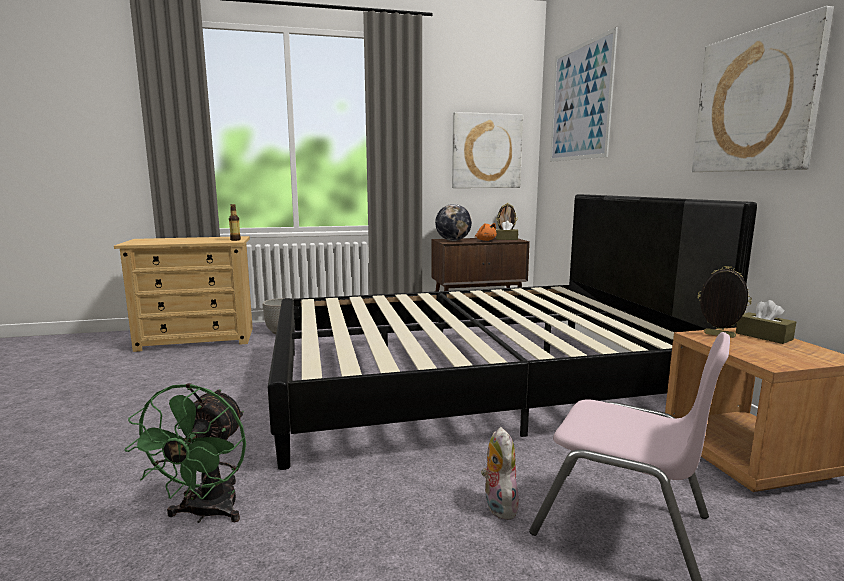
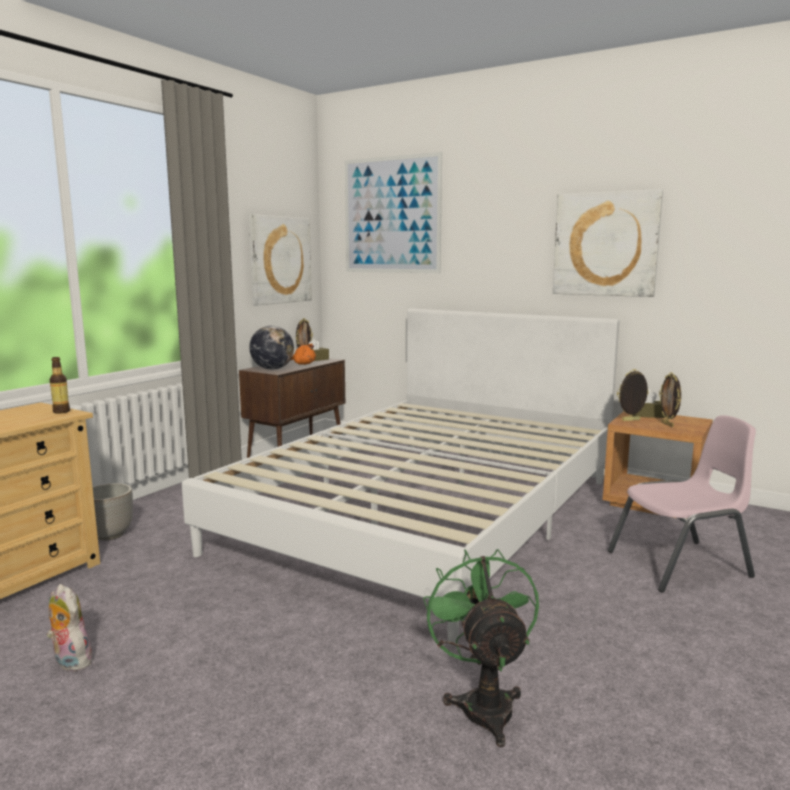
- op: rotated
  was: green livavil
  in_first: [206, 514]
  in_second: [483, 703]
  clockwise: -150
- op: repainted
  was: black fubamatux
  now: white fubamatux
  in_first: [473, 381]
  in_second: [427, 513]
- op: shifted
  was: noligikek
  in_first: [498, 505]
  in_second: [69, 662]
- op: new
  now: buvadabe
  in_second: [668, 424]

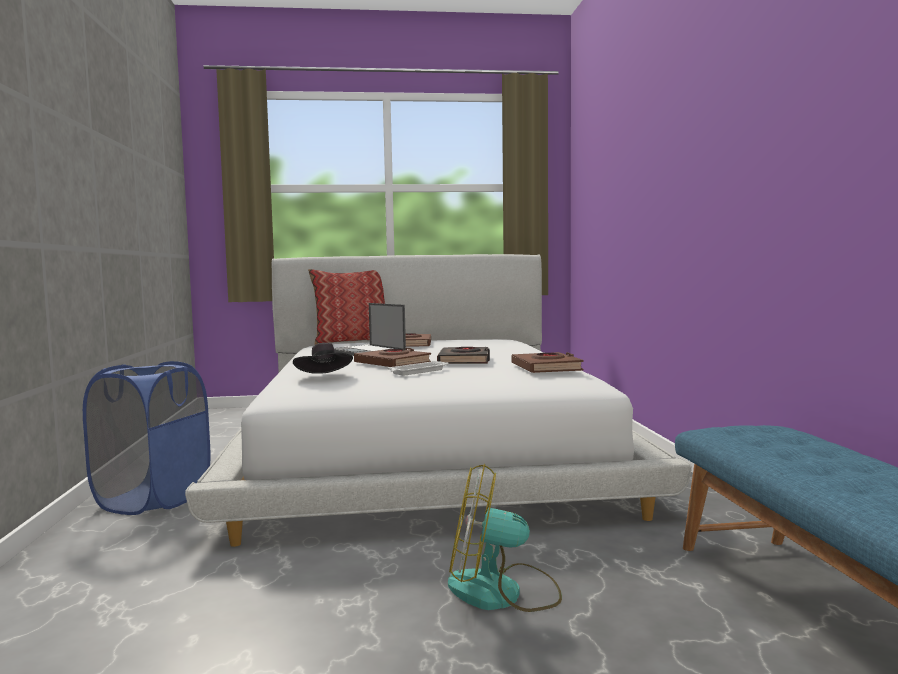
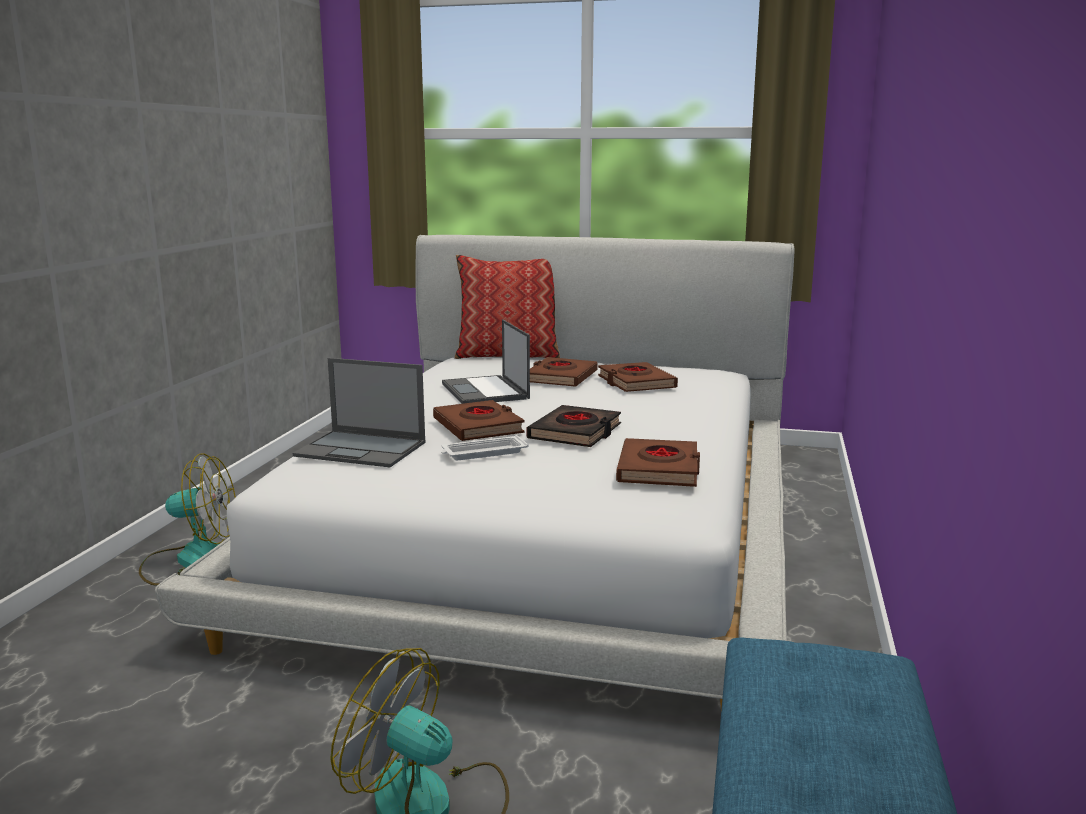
- op: swapped
  was: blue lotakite
  now: livavil
  in_first: [153, 499]
  in_second: [191, 561]
- op: swapped
  was: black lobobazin
  now: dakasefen
  in_first: [324, 377]
  in_second: [362, 449]
- op: new
  now: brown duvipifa
  in_second: [636, 383]

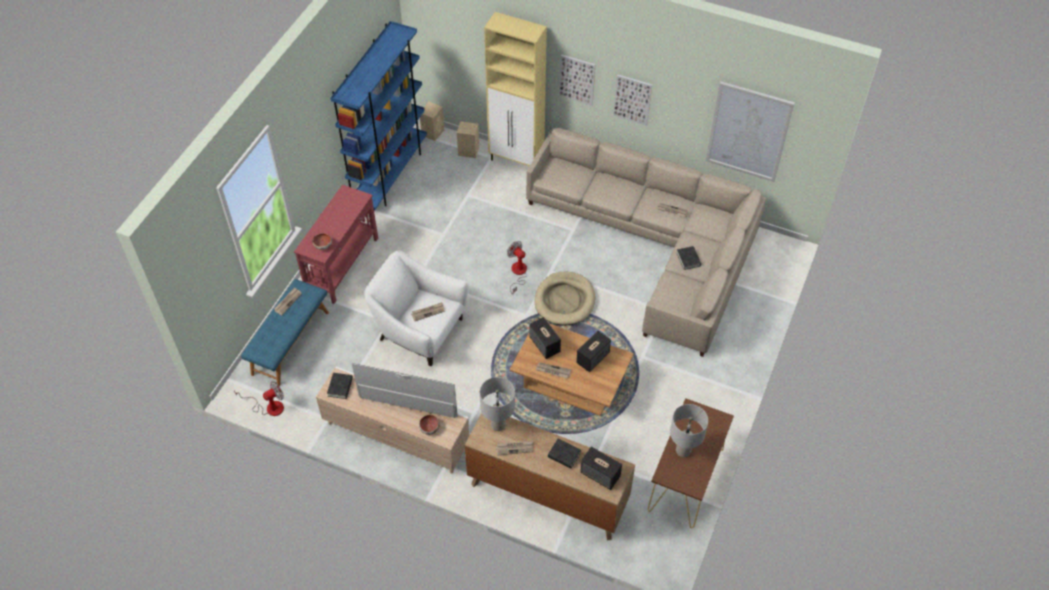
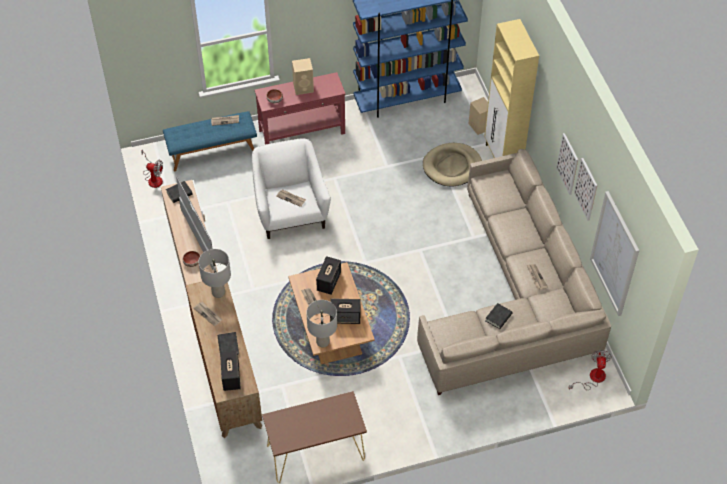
- op: shifted
  was: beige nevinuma
  in_first: [433, 132]
  in_second: [304, 87]
- op: shifted
  was: livavil
  in_first: [518, 273]
  in_second: [592, 378]
- op: shifted
  was: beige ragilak
  in_first: [565, 300]
  in_second: [452, 166]
- op: shifted
  was: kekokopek
  in_first: [577, 79]
  in_second: [586, 189]
- op: shifted
  was: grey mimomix
  in_first: [683, 451]
  in_second: [323, 342]

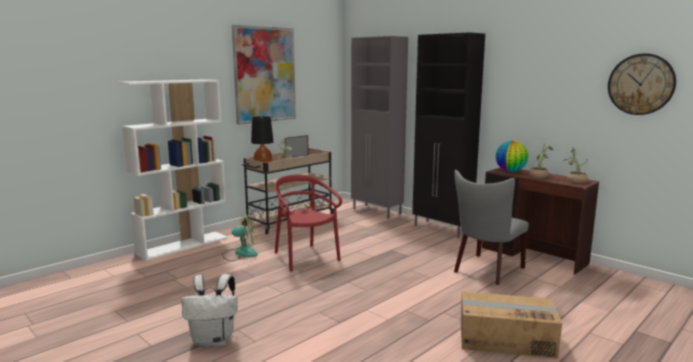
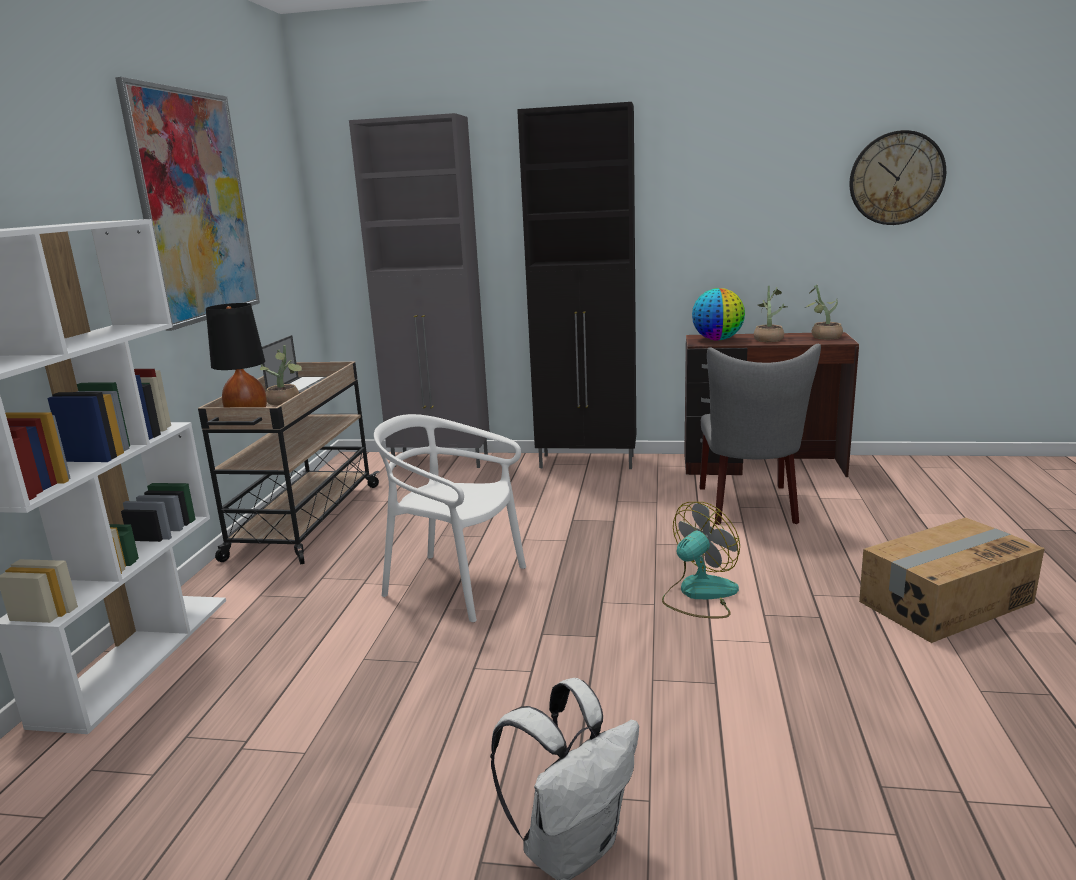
- op: shifted
  was: livavil
  in_first: [240, 253]
  in_second: [699, 594]
- op: repainted
  was: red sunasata
  now: white sunasata
  in_first: [305, 257]
  in_second: [455, 584]

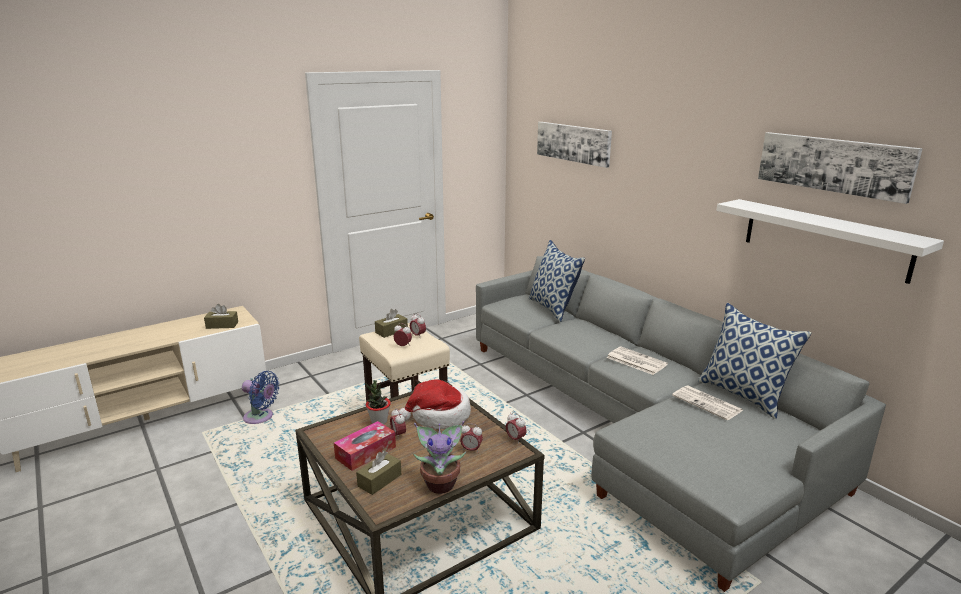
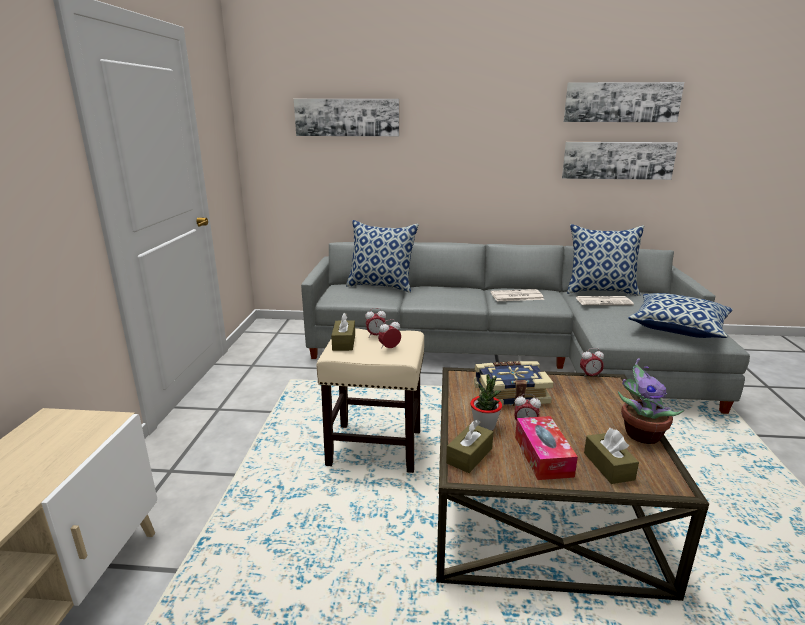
- op: shifted
  was: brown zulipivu
  in_first: [222, 325]
  in_second: [469, 456]
- op: gone
  was: blue livavil
  in_first: [261, 418]
- op: swapped
  was: lobobazin
  now: duvipifa
  in_first: [439, 416]
  in_second: [510, 393]
- op: gone
  was: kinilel
  in_first: [471, 450]
- op: swapped
  was: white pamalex
  now: kekokopek
  in_first: [824, 239]
  in_second: [617, 160]
- op: new
  now: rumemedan
  in_second: [678, 328]

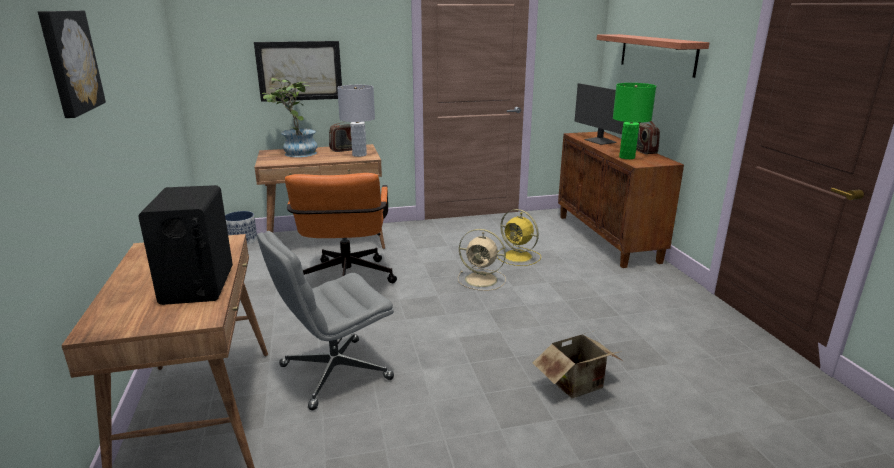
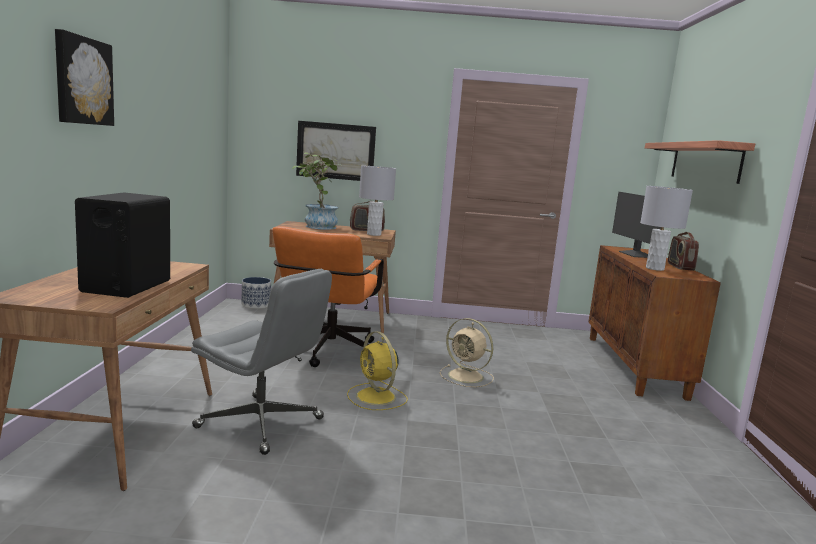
- op: rotated
  was: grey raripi
  in_first: [334, 373]
  in_second: [261, 423]
  clockwise: -135
- op: shifted
  was: yellow livavil
  in_first: [519, 257]
  in_second: [377, 397]
- op: gone
  was: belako
  in_first: [579, 386]
- op: repainted
  was: green mimomix
  now: grey mimomix
  in_first: [626, 157]
  in_second: [654, 268]

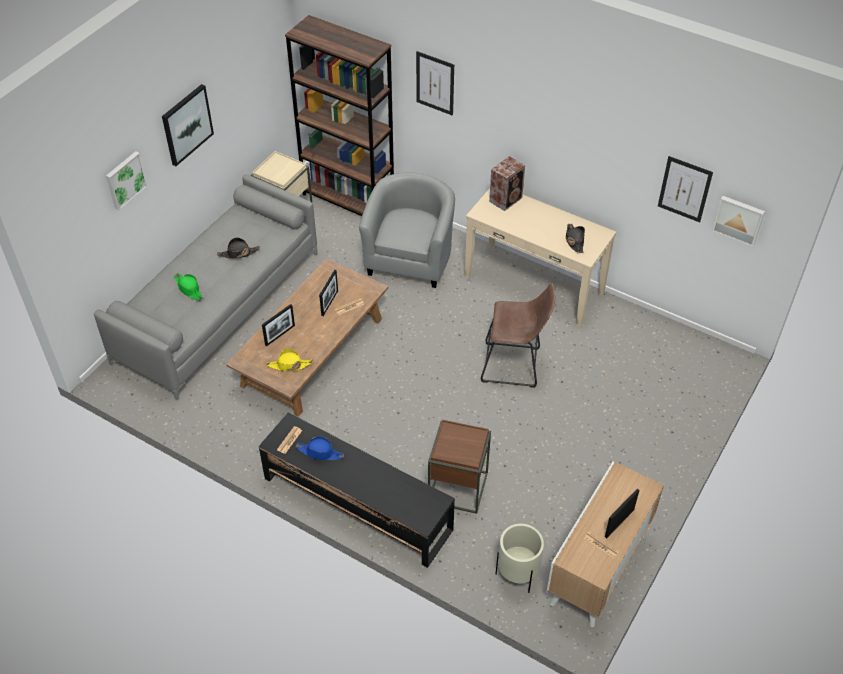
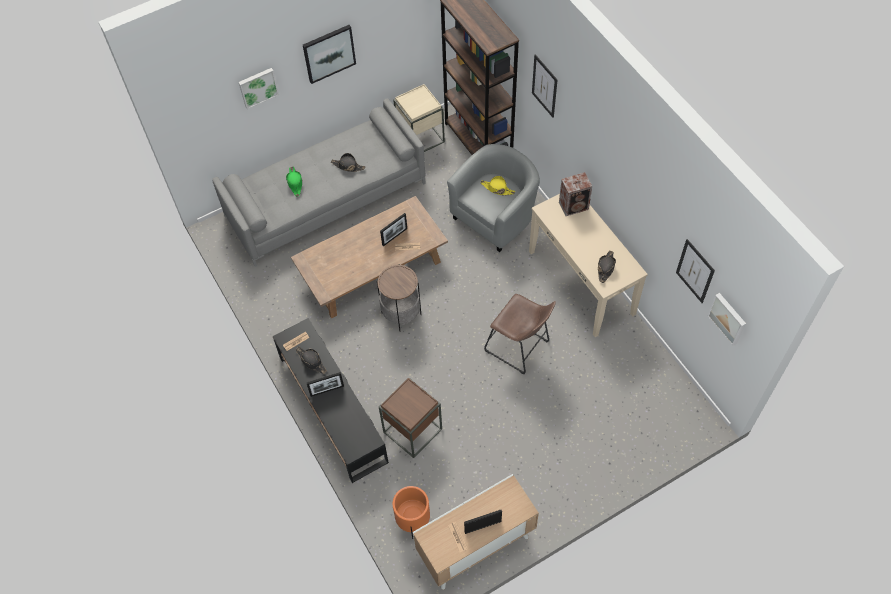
- op: shifted
  was: buvadabe
  in_first: [280, 335]
  in_second: [327, 390]
- op: shifted
  was: yellow lobobazin
  in_first: [289, 365]
  in_second: [497, 189]
- op: repainted
  was: blue lobobazin
  now: black lobobazin
  in_first: [320, 452]
  in_second: [311, 361]
- op: repainted
  was: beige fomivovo
  now: orange fomivovo
  in_first: [517, 575]
  in_second: [413, 521]
- op: new
  now: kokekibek
  in_second: [401, 314]

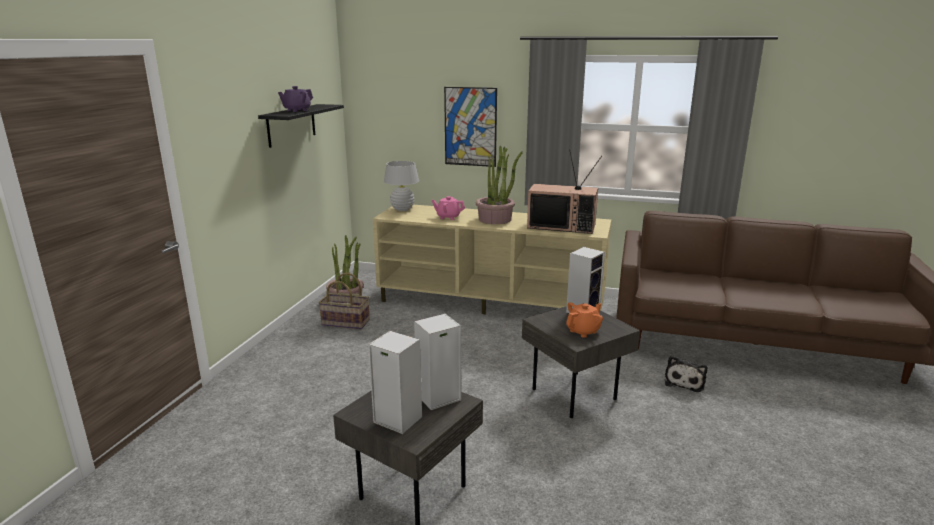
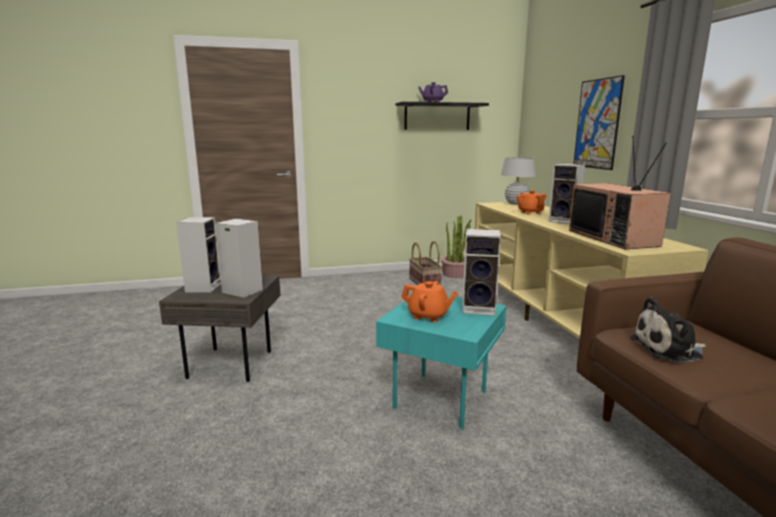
- op: repainted
  was: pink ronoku
  now: orange ronoku
  in_first: [448, 217]
  in_second: [530, 212]
- op: swapped
  was: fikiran
  now: nevinuma
  in_first: [495, 219]
  in_second: [565, 221]
- op: repainted
  was: grey kokekibek
  now: turquoise kokekibek
  in_first: [576, 394]
  in_second: [441, 401]
- op: shifted
  was: noligikek
  in_first: [684, 382]
  in_second: [669, 349]

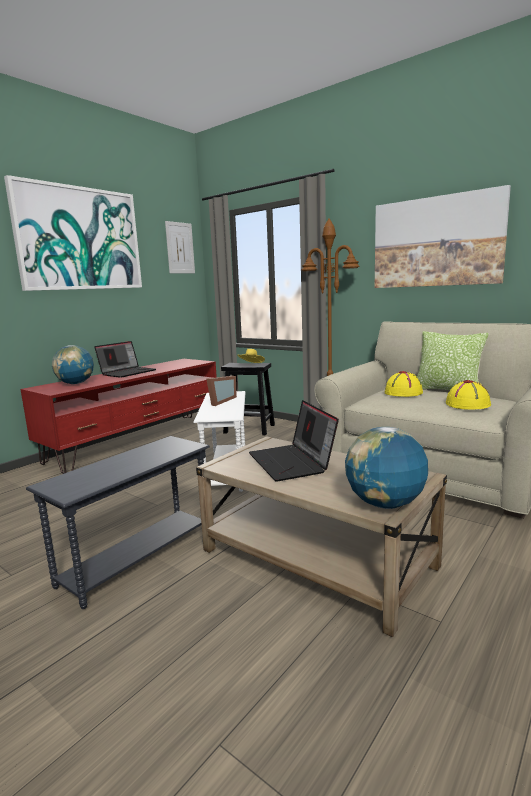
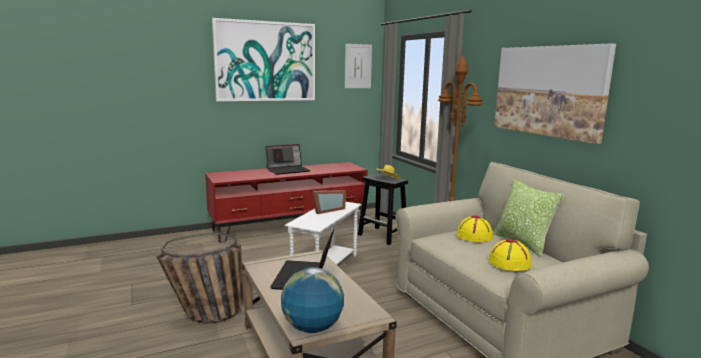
- op: swapped
  was: grey kokekibek
  now: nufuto
  in_first: [137, 557]
  in_second: [204, 316]
- op: gone
  was: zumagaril
  in_first: [75, 383]

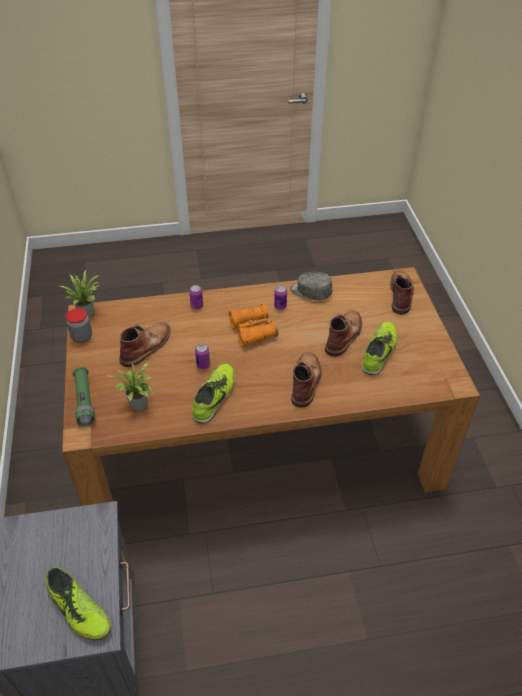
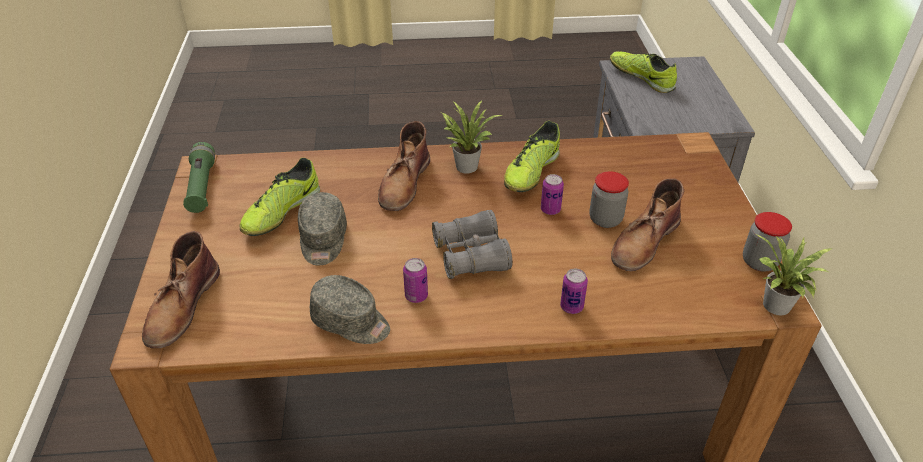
- op: shifted
  was: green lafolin
  in_first: [84, 401]
  in_second: [201, 186]
- op: shifted
  was: fikiran
  in_first: [139, 405]
  in_second: [466, 165]
- op: repainted
  was: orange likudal
  now: grey likudal
  in_first: [253, 330]
  in_second: [471, 255]
- op: swapped
  was: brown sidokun
  now: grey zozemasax
  in_first: [344, 335]
  in_second: [323, 240]
- op: new
  now: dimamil
  in_second: [605, 219]

